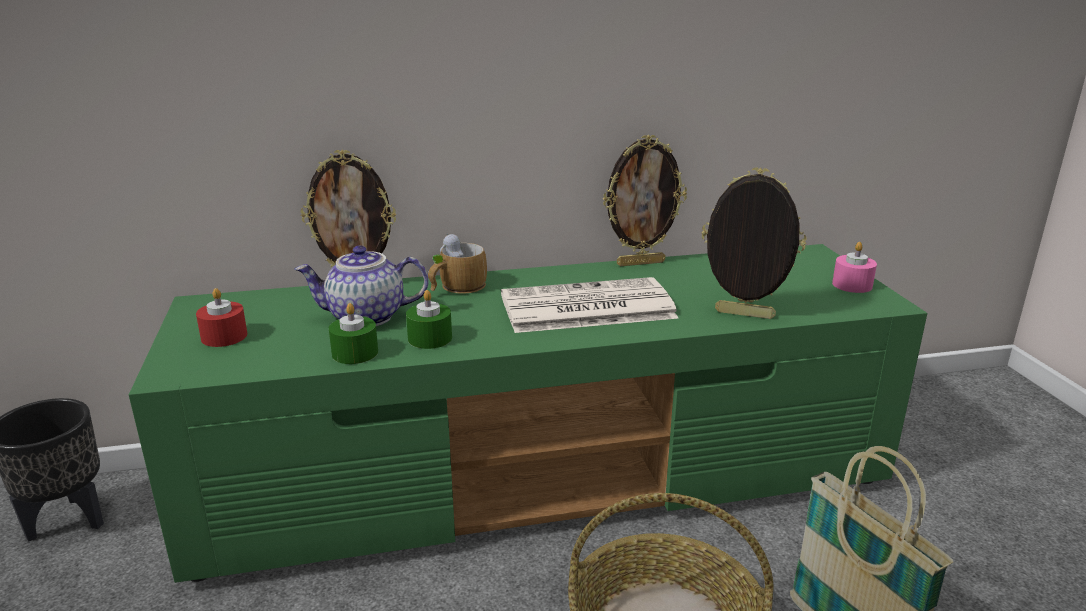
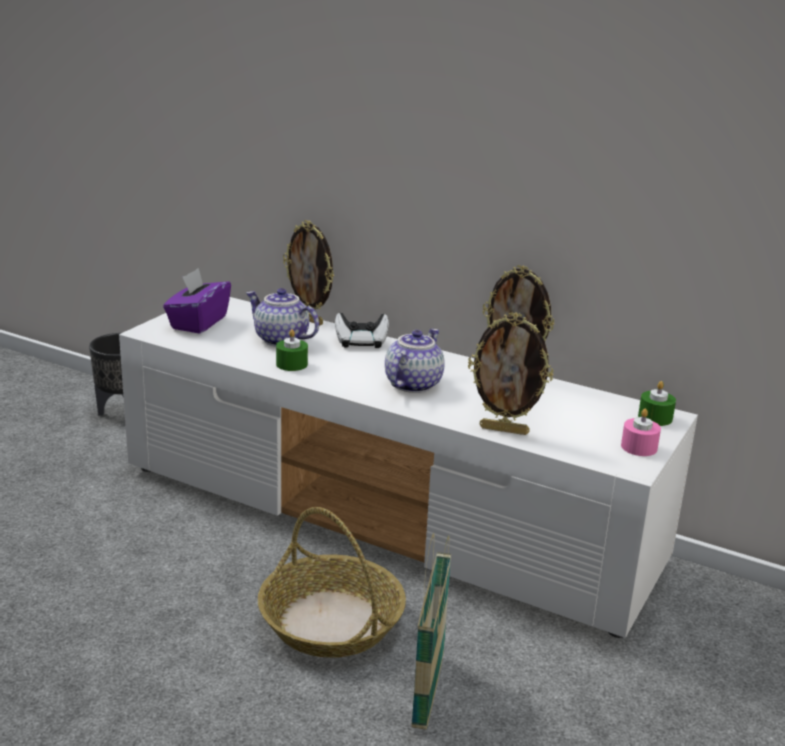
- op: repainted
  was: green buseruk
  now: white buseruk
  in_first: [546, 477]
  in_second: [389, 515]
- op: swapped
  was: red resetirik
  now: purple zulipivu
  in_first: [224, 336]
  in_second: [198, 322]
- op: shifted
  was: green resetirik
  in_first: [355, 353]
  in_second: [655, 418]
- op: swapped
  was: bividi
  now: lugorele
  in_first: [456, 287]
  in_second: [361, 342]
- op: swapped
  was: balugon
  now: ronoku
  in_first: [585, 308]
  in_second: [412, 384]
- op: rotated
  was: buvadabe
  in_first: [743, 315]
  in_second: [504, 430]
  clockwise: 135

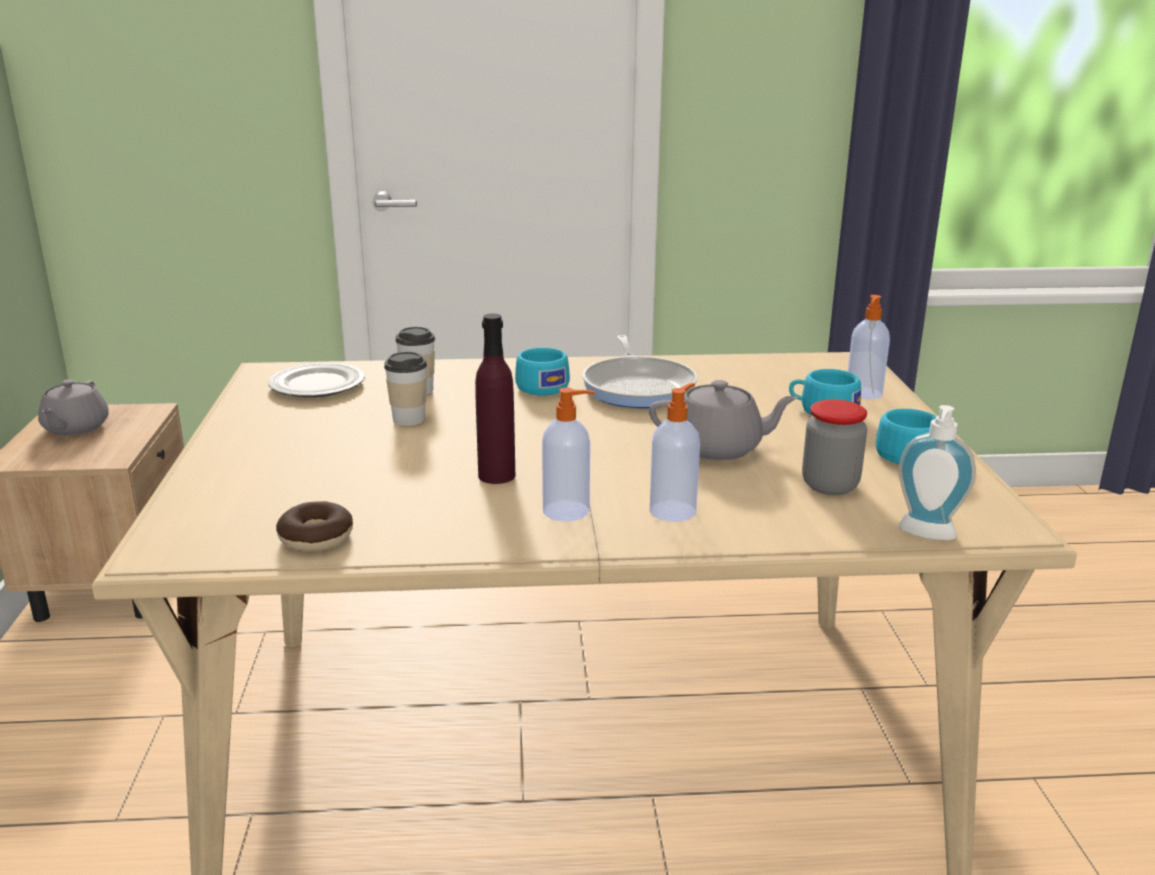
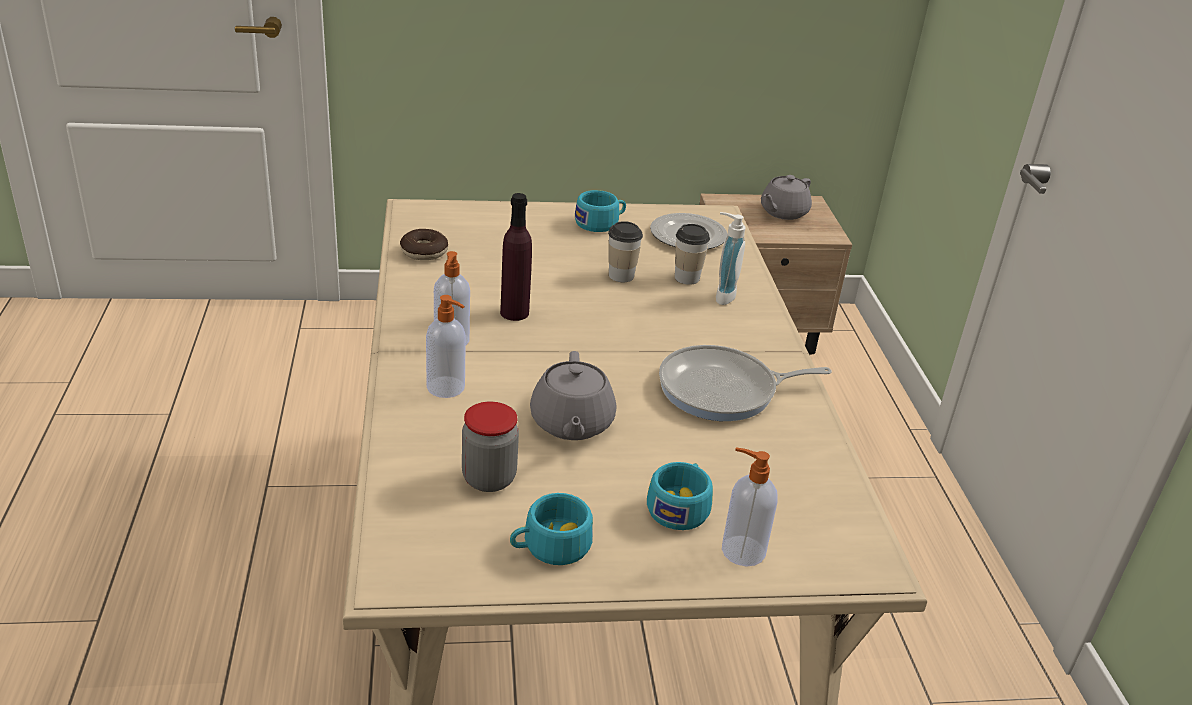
- op: rotated
  was: grey ronoku
  in_first: [75, 428]
  in_second: [783, 212]
  clockwise: -45
- op: shifted
  was: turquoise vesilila
  in_first: [539, 386]
  in_second: [601, 223]
- op: shifted
  was: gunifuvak
  in_first: [925, 535]
  in_second: [721, 295]

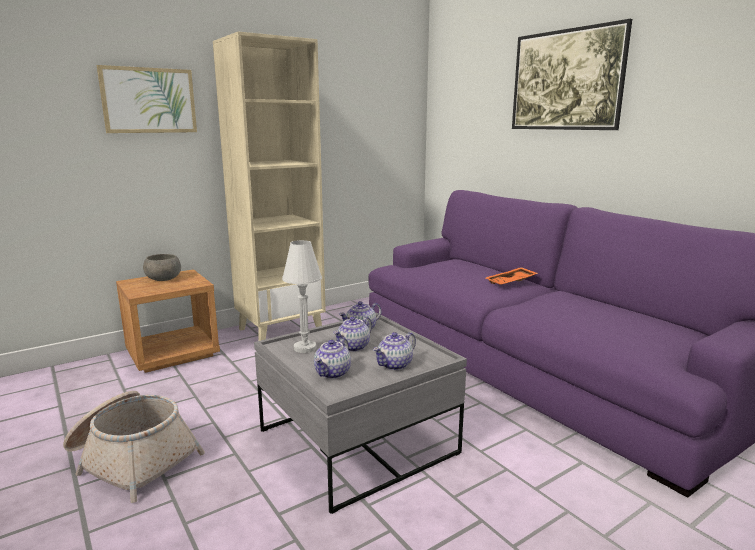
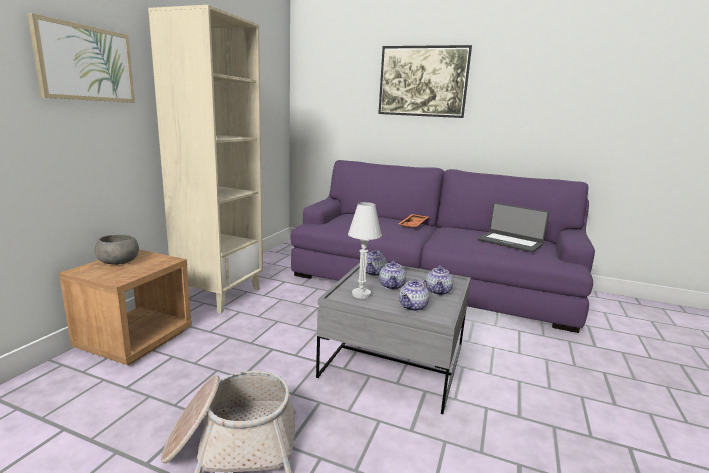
- op: rotated
  was: ronoku
  in_first: [333, 373]
  in_second: [413, 307]
  clockwise: 45
- op: new
  now: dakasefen
  in_second: [510, 242]

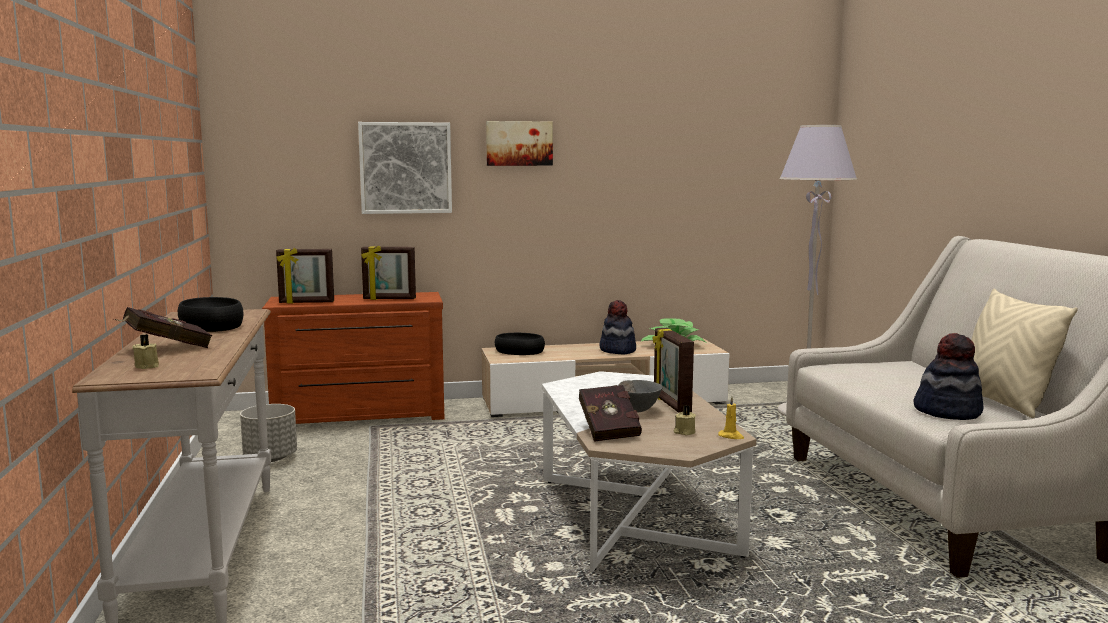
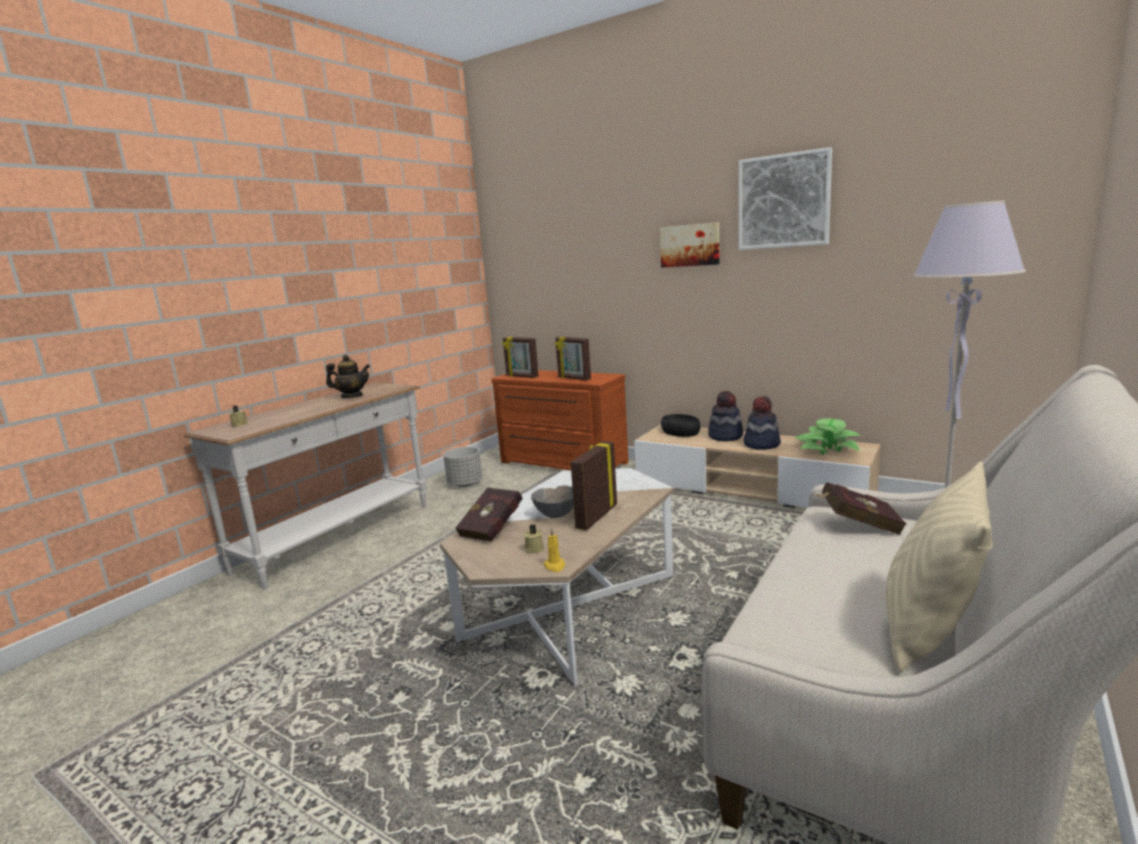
- op: shifted
  was: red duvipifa
  in_first: [164, 348]
  in_second: [857, 525]
- op: swapped
  was: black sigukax
  now: ronoku
  in_first: [210, 325]
  in_second: [352, 396]
- op: shifted
  was: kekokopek
  in_first: [405, 168]
  in_second: [783, 201]
- op: shifted
  was: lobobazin
  in_first: [947, 411]
  in_second: [725, 436]

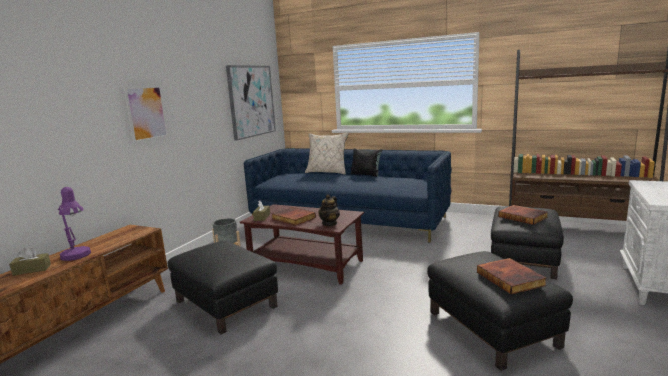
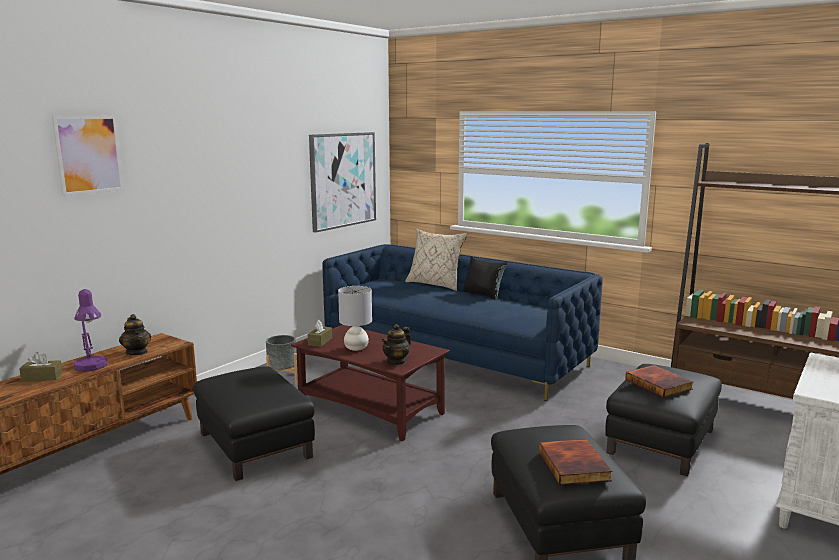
- op: shifted
  was: kekokopek
  in_first: [146, 113]
  in_second: [89, 154]
- op: swapped
  was: duvipifa
  now: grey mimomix
  in_first: [292, 218]
  in_second: [356, 348]
- op: new
  now: ronoku
  in_second: [137, 352]

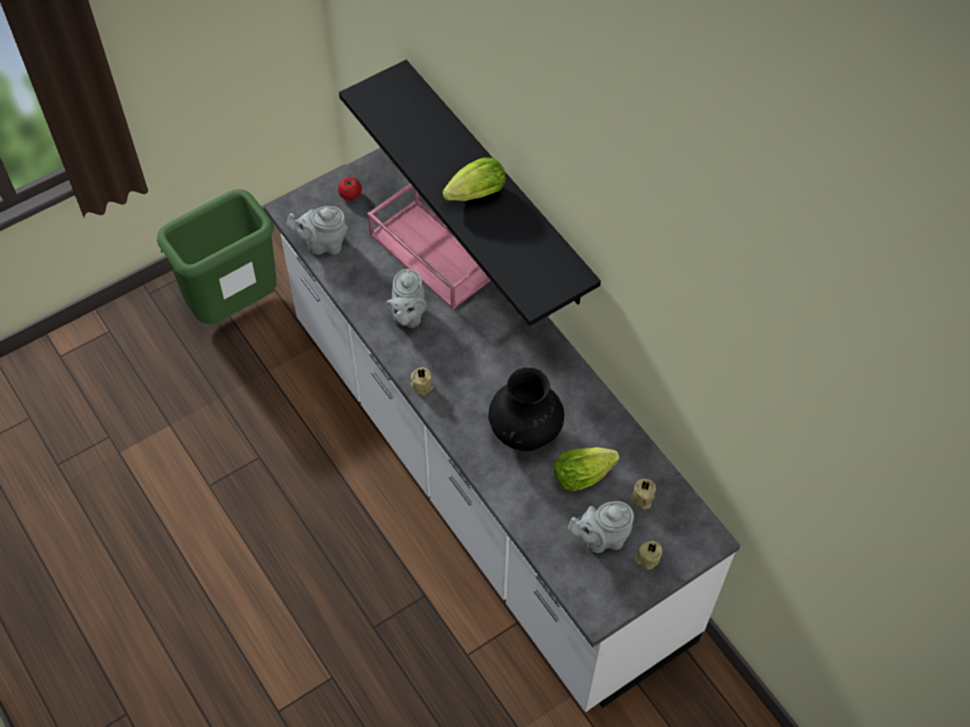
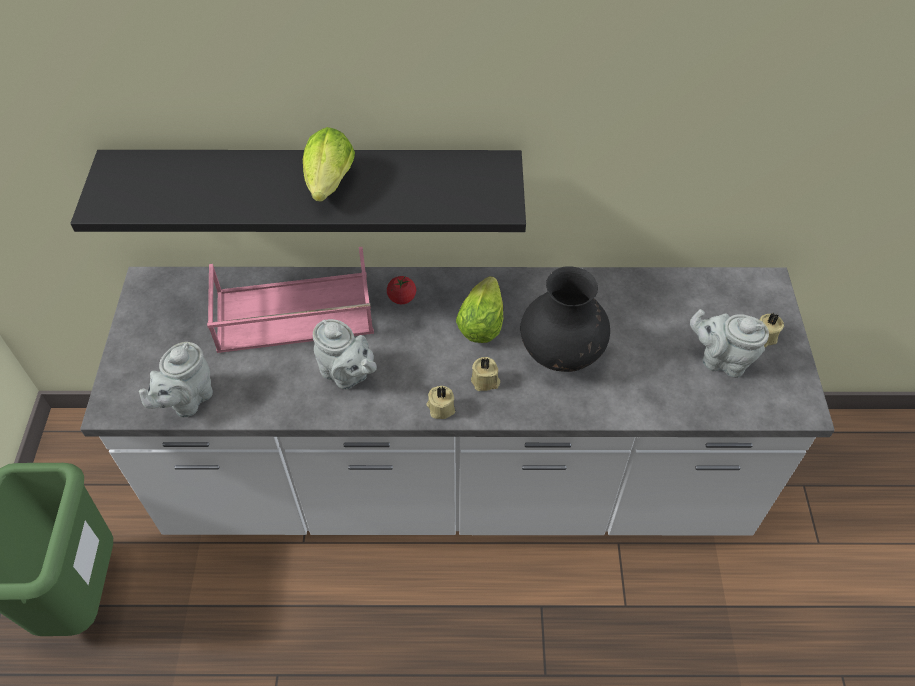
- op: shifted
  was: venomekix
  in_first: [350, 195]
  in_second: [402, 298]
- op: shifted
  was: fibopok
  in_first: [586, 474]
  in_second: [482, 321]
- op: rotated
  was: grey ronoku
  in_first: [601, 538]
  in_second: [721, 360]
  clockwise: 90
- op: shifted
  was: beige resetirik
  in_first: [642, 498]
  in_second: [485, 381]

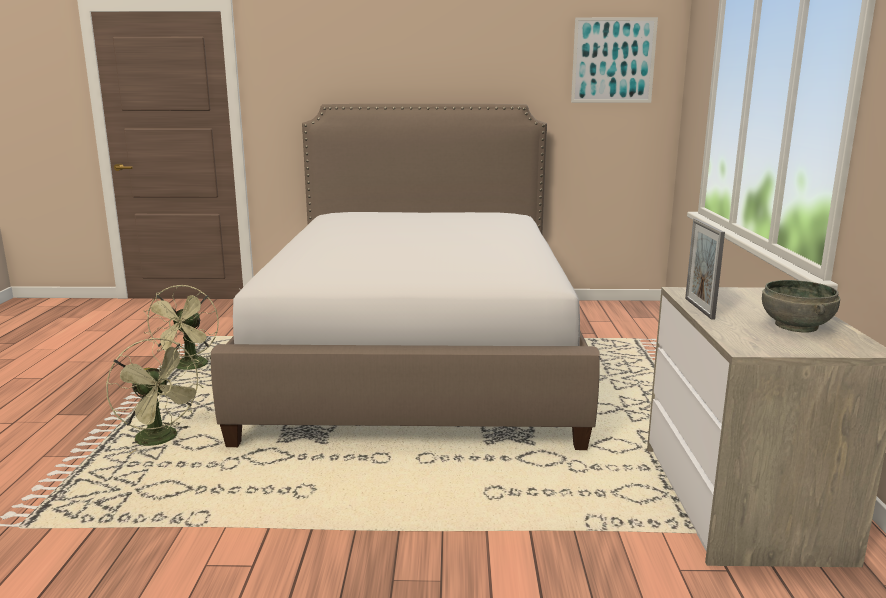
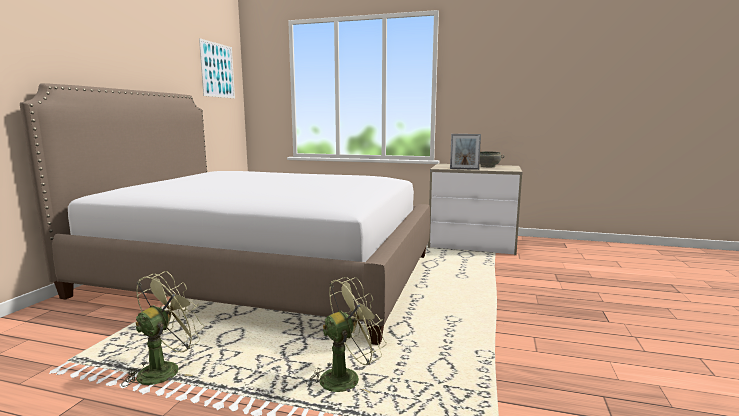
- op: rotated
  was: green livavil
  in_first: [190, 367]
  in_second: [165, 369]
  clockwise: -75

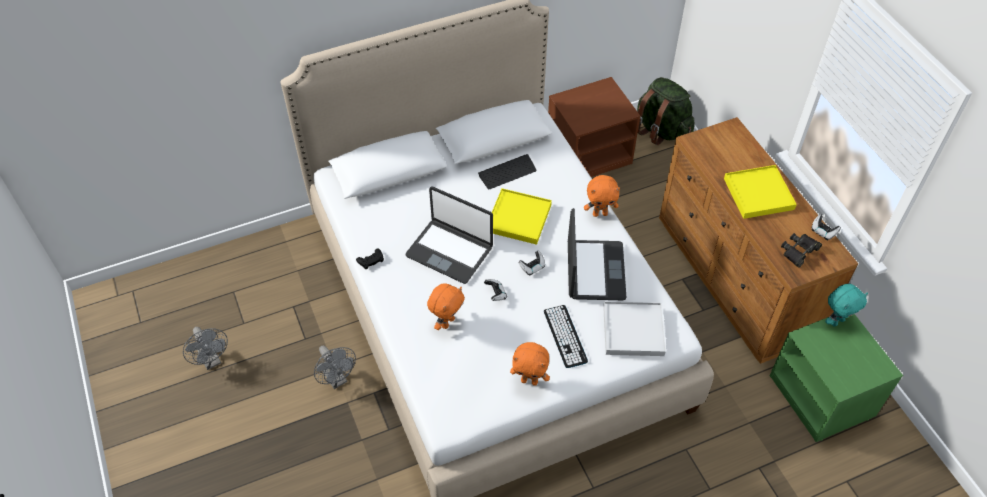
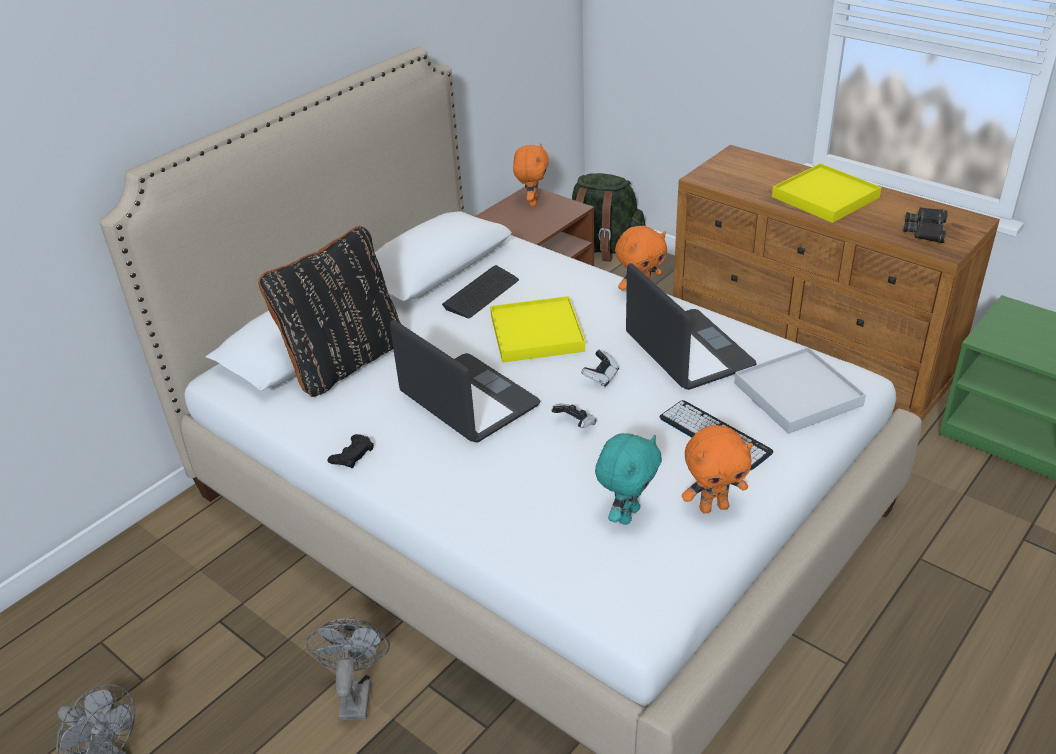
- op: rotated
  was: grey livavil
  in_first: [337, 379]
  in_second: [355, 693]
  clockwise: -120
- op: rotated
  was: dakasefen
  in_first: [450, 251]
  in_second: [468, 401]
  clockwise: -135
- op: shifted
  was: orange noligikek
  in_first: [447, 322]
  in_second: [532, 202]
- op: gone
  was: lugorele
  in_first: [823, 232]
- op: shifted
  was: turquoise noligikek
  in_first: [836, 321]
  in_second: [627, 514]
- op: new
  now: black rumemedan
  in_second: [346, 361]

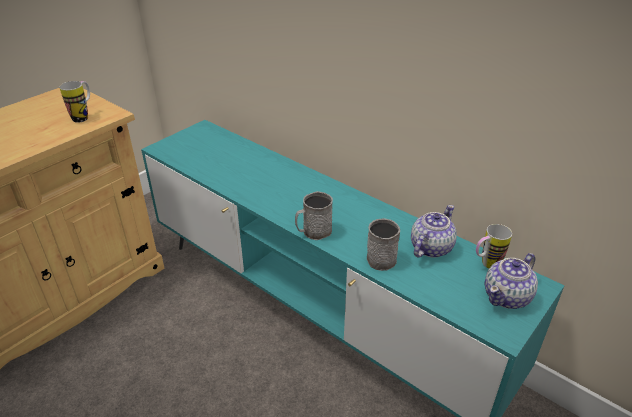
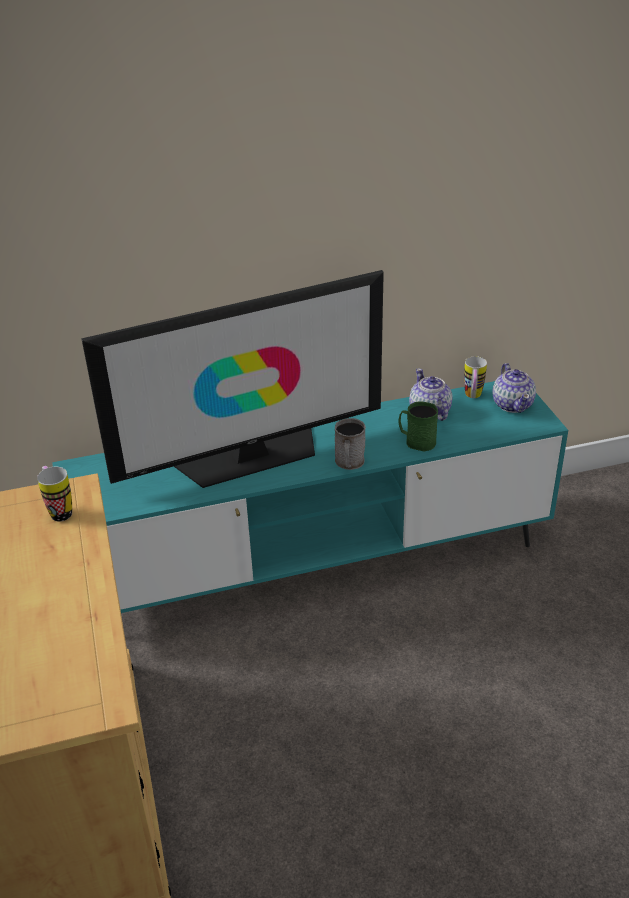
- op: repainted
  was: grey bividi
  now: green bividi
  in_first: [380, 256]
  in_second: [416, 441]
- op: new
  now: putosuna
  in_second: [251, 457]

